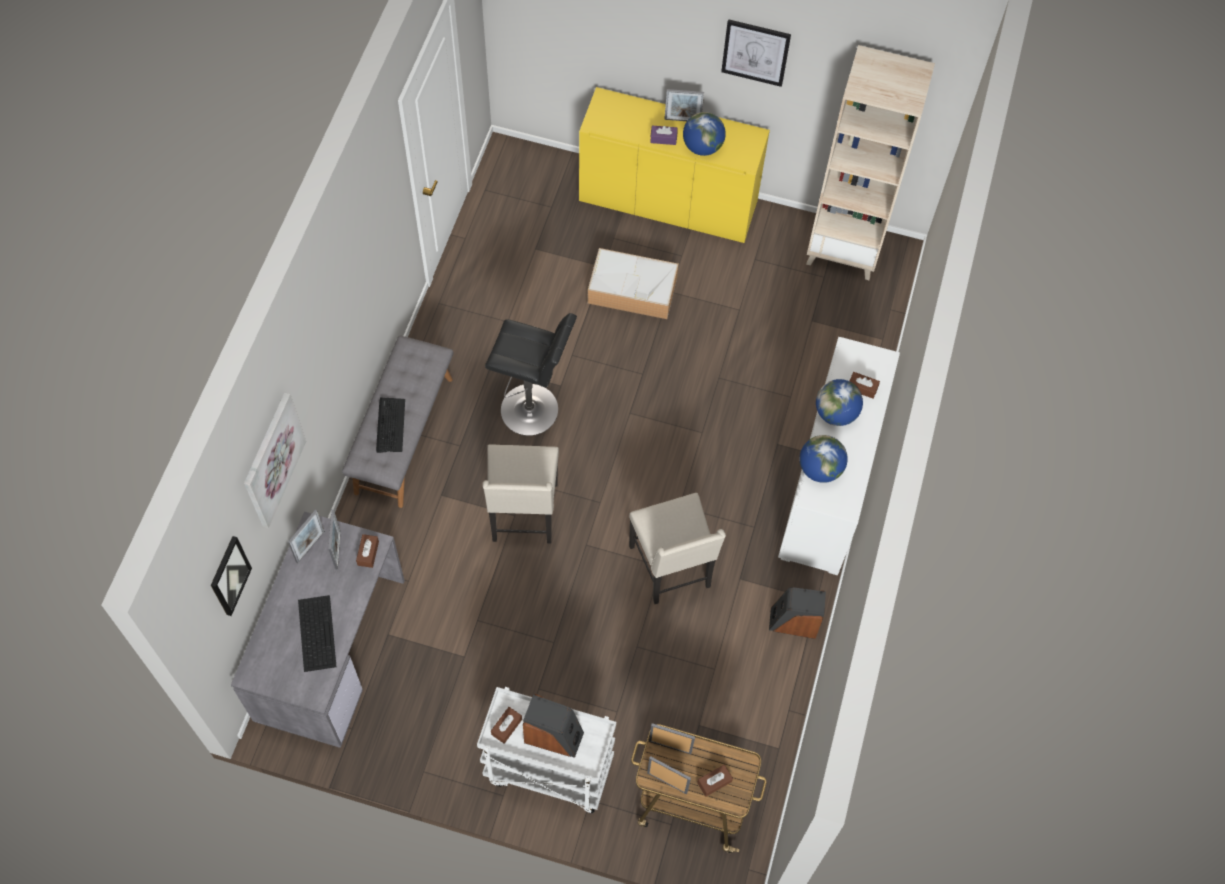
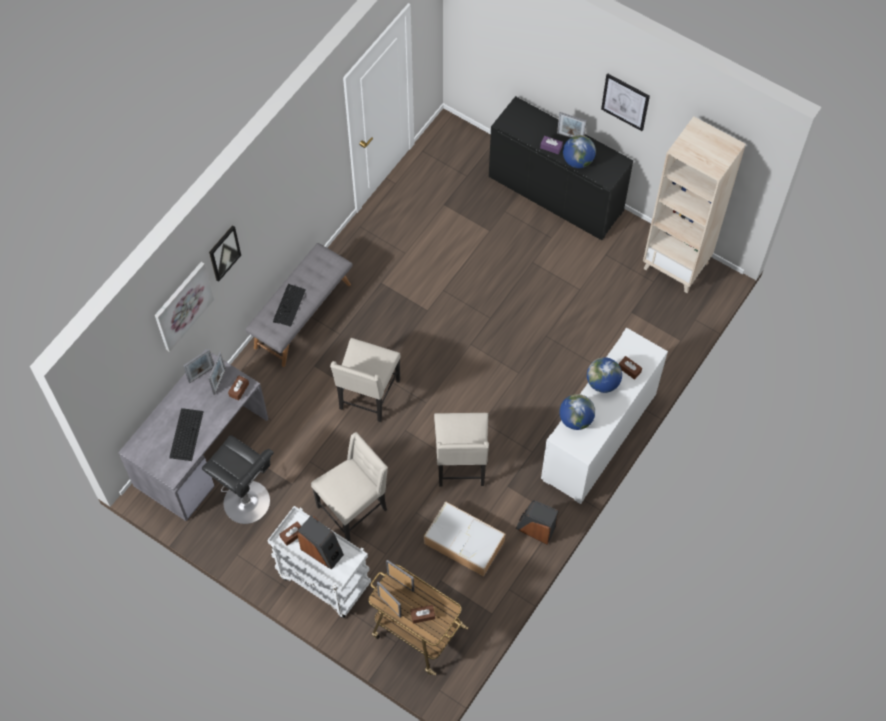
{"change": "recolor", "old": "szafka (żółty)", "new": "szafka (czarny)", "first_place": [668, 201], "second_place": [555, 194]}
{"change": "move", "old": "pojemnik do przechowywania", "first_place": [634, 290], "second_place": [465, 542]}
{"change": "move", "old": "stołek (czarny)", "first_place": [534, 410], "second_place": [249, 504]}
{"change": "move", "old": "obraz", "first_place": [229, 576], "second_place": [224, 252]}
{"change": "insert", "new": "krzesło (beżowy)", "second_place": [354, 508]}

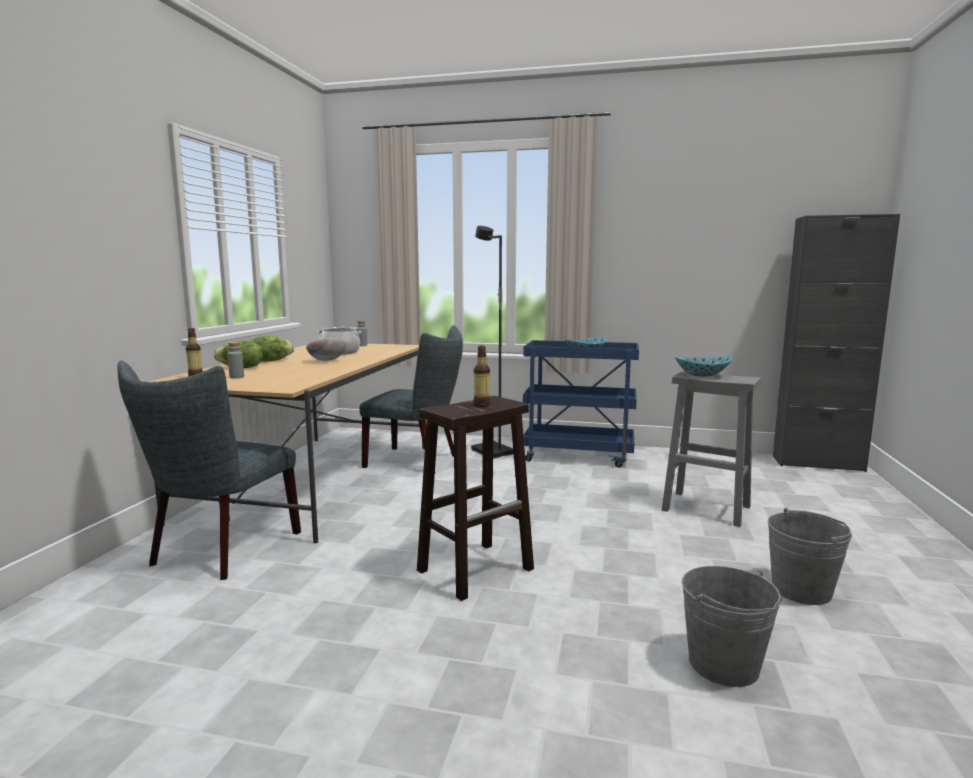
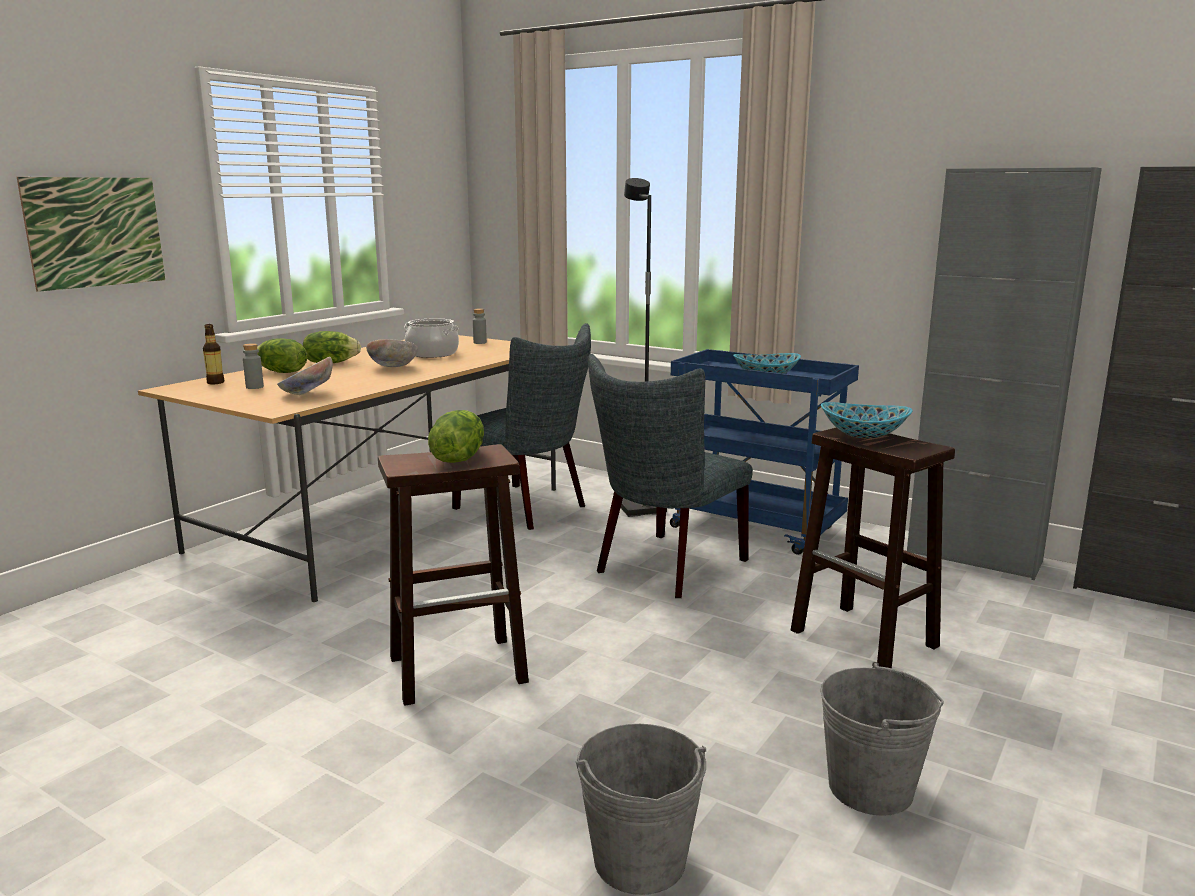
{"change": "replace", "old": "butelka", "new": "sałata", "first_place": [481, 405], "second_place": [458, 458]}
{"change": "move", "old": "krzesło (szary)", "first_place": [220, 551], "second_place": [665, 568]}
{"change": "recolor", "old": "stołek (szary)", "new": "stołek (brązowy)", "first_place": [708, 508], "second_place": [866, 639]}
{"change": "insert", "new": "szafka (szary)", "second_place": [974, 557]}
{"change": "insert", "new": "obraz", "second_place": [95, 232]}
{"change": "insert", "new": "miska", "second_place": [306, 394]}

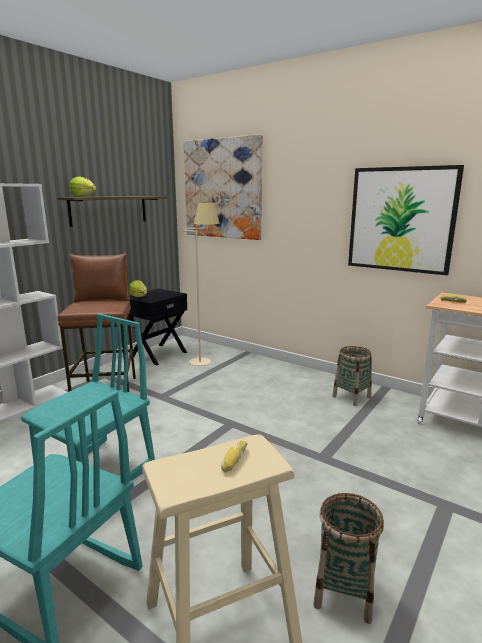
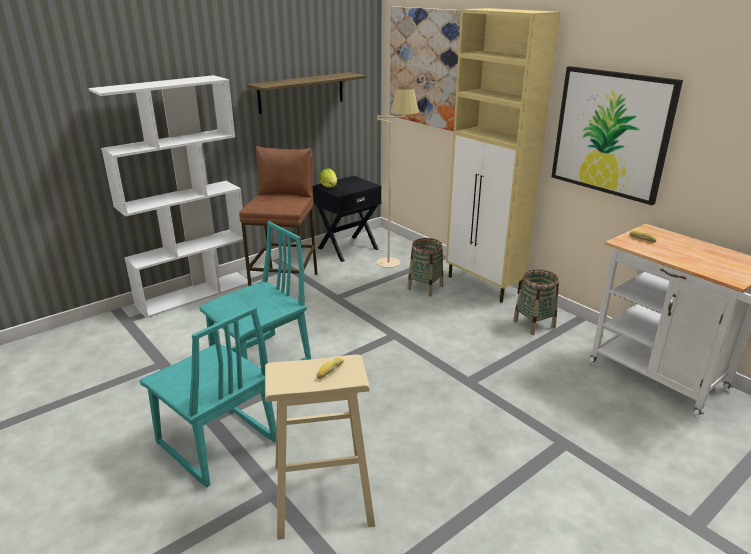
{"change": "delete", "old": "sałata", "first_place": [83, 196]}
{"change": "move", "old": "koszyk", "first_place": [344, 592], "second_place": [425, 287]}
{"change": "insert", "new": "szafka (beżowy)", "second_place": [484, 285]}

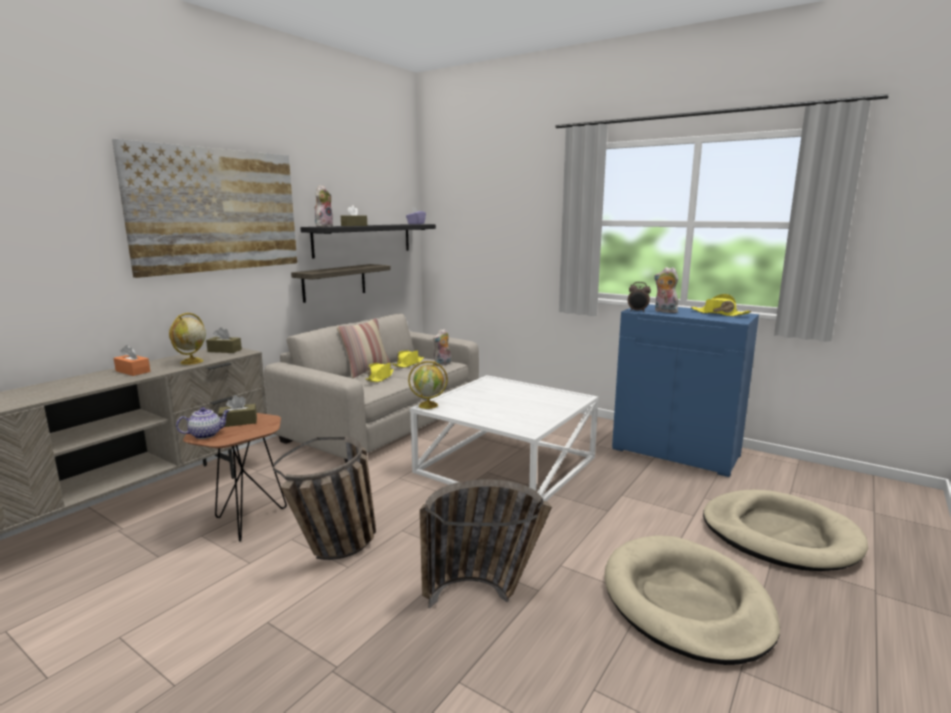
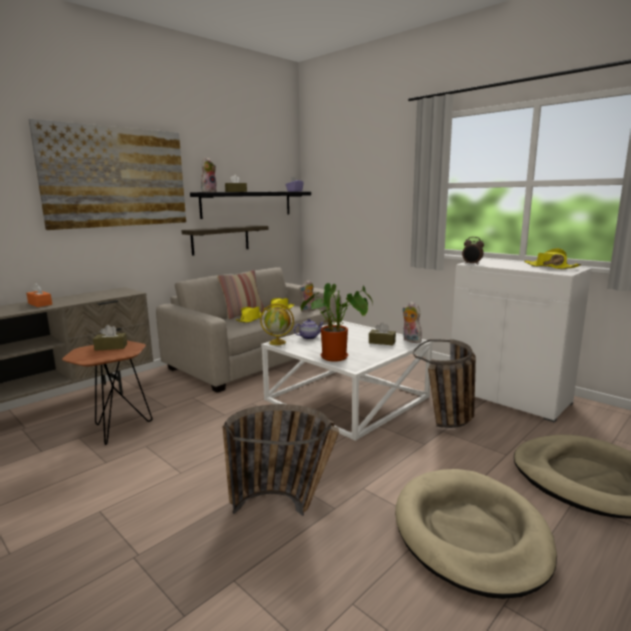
{"change": "move", "old": "pluszak", "first_place": [664, 311], "second_place": [410, 340]}
{"change": "recolor", "old": "szafka (niebieski)", "new": "szafka (biały)", "first_place": [676, 452], "second_place": [509, 396]}
{"change": "delete", "old": "globus", "first_place": [191, 362]}
{"change": "move", "old": "pudełko chusteczek (brązowy)", "first_place": [224, 350], "second_place": [382, 342]}
{"change": "move", "old": "imbryk", "first_place": [206, 435], "second_place": [309, 337]}
{"change": "move", "old": "koszyk", "first_place": [337, 550], "second_place": [448, 422]}
{"change": "insert", "new": "roślina doniczkowa", "second_place": [337, 357]}

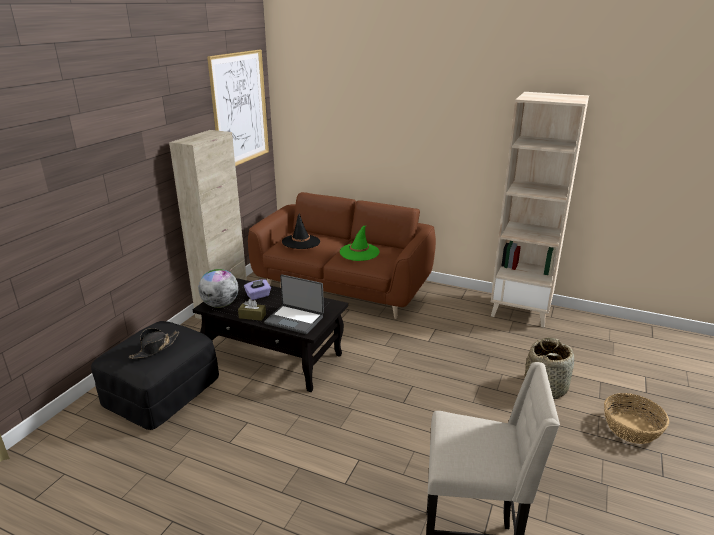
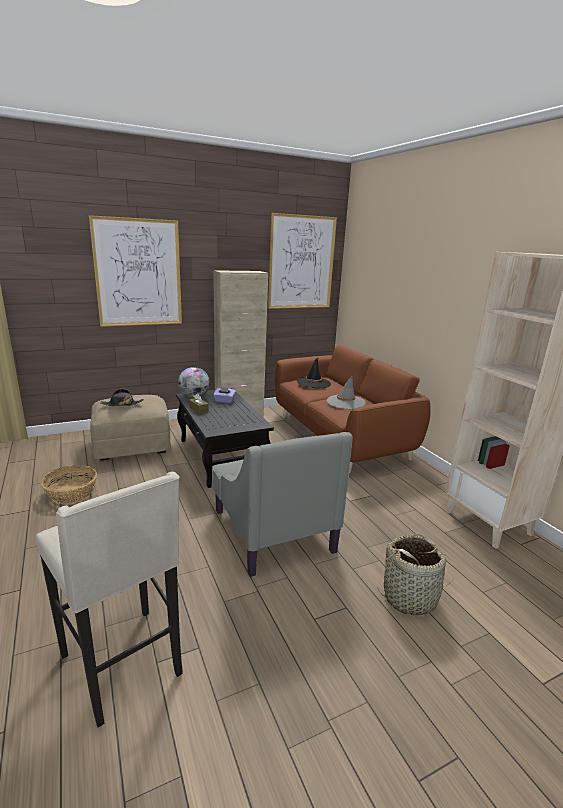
{"change": "recolor", "old": "kapelusz (zielony)", "new": "kapelusz (szary)", "first_place": [359, 252], "second_place": [345, 402]}
{"change": "delete", "old": "laptop", "first_place": [295, 319]}
{"change": "recolor", "old": "pufa (czarny)", "new": "pufa (beżowy)", "first_place": [162, 393], "second_place": [132, 445]}
{"change": "move", "old": "koszyk", "first_place": [631, 428], "second_place": [71, 493]}
{"change": "insert", "new": "obraz", "second_place": [138, 273]}
{"change": "insert", "new": "fotel (szary)", "second_place": [272, 529]}

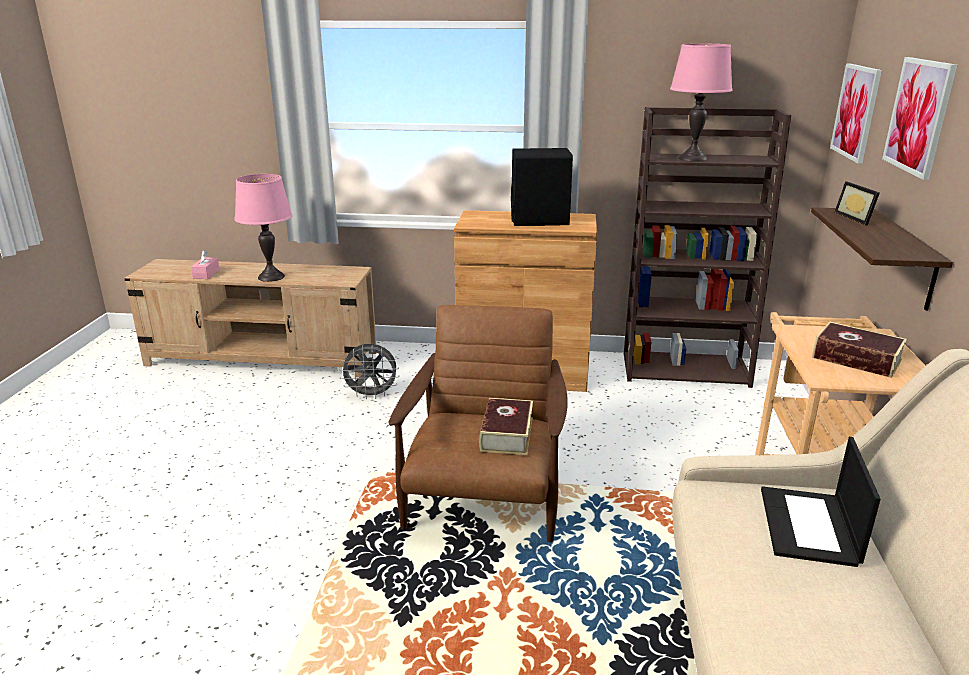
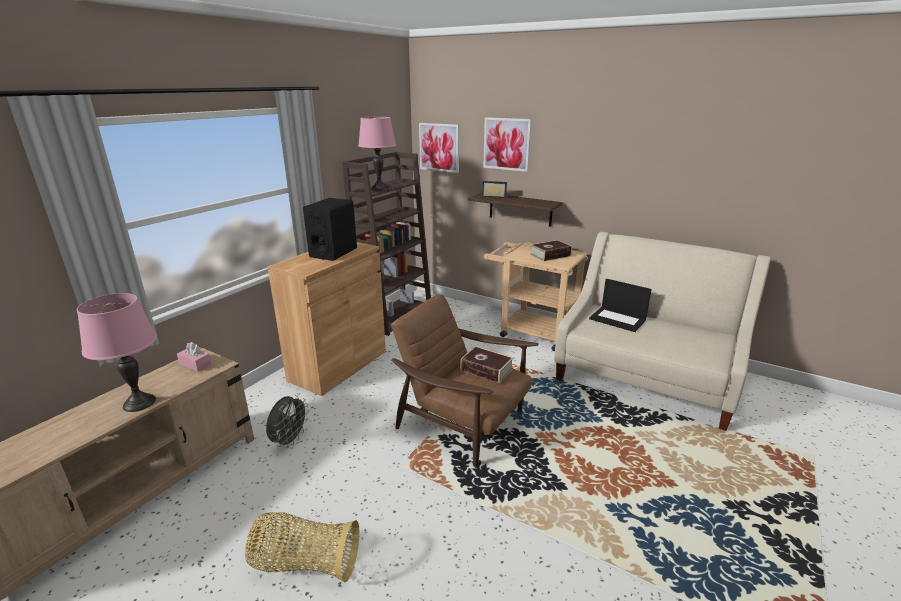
{"change": "move", "old": "pudełko chusteczek (różowy)", "first_place": [206, 274], "second_place": [195, 364]}
{"change": "insert", "new": "koszyk", "second_place": [305, 563]}

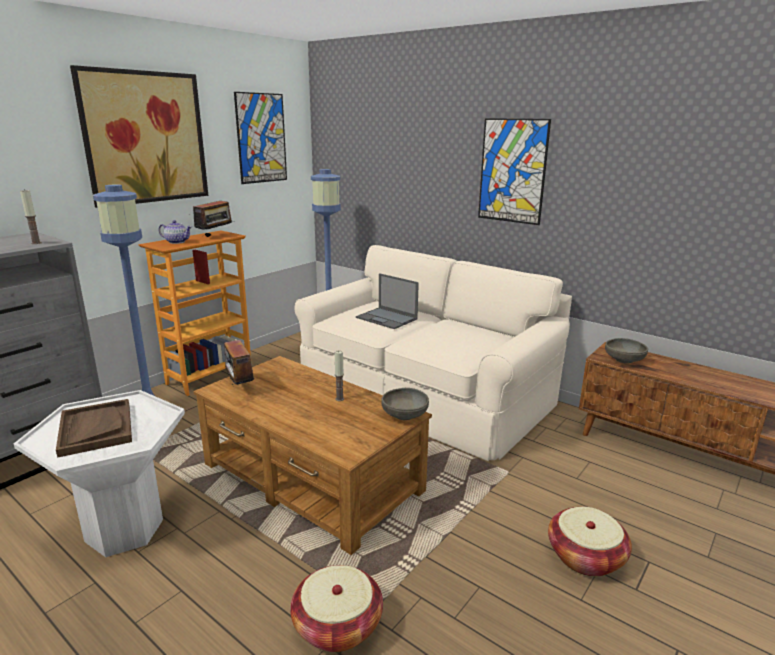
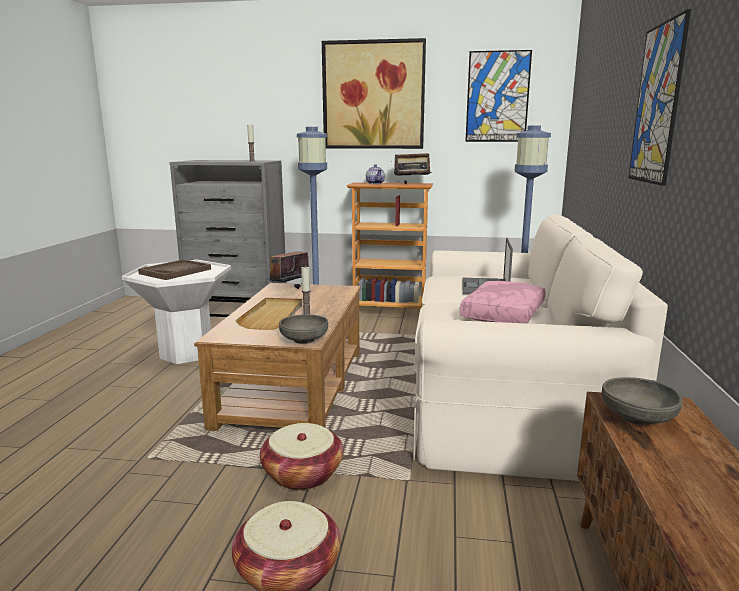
{"change": "move", "old": "koszyk", "first_place": [337, 625], "second_place": [302, 474]}
{"change": "insert", "new": "poduszka (różowy)", "second_place": [504, 314]}
{"change": "insert", "new": "taca (beżowy)", "second_place": [273, 316]}

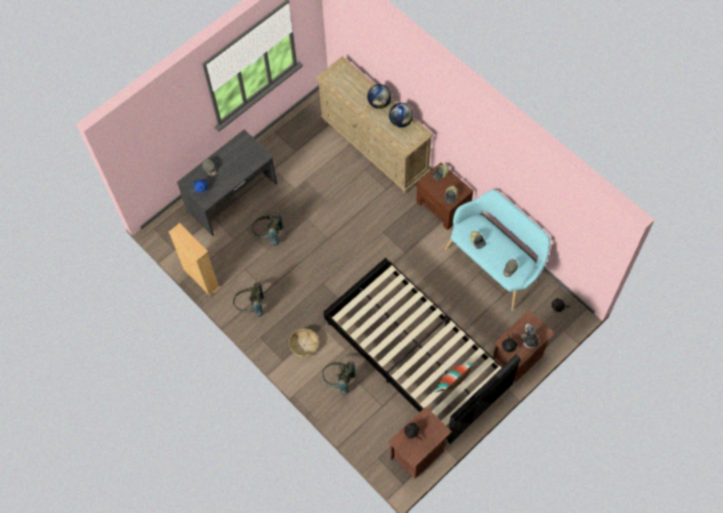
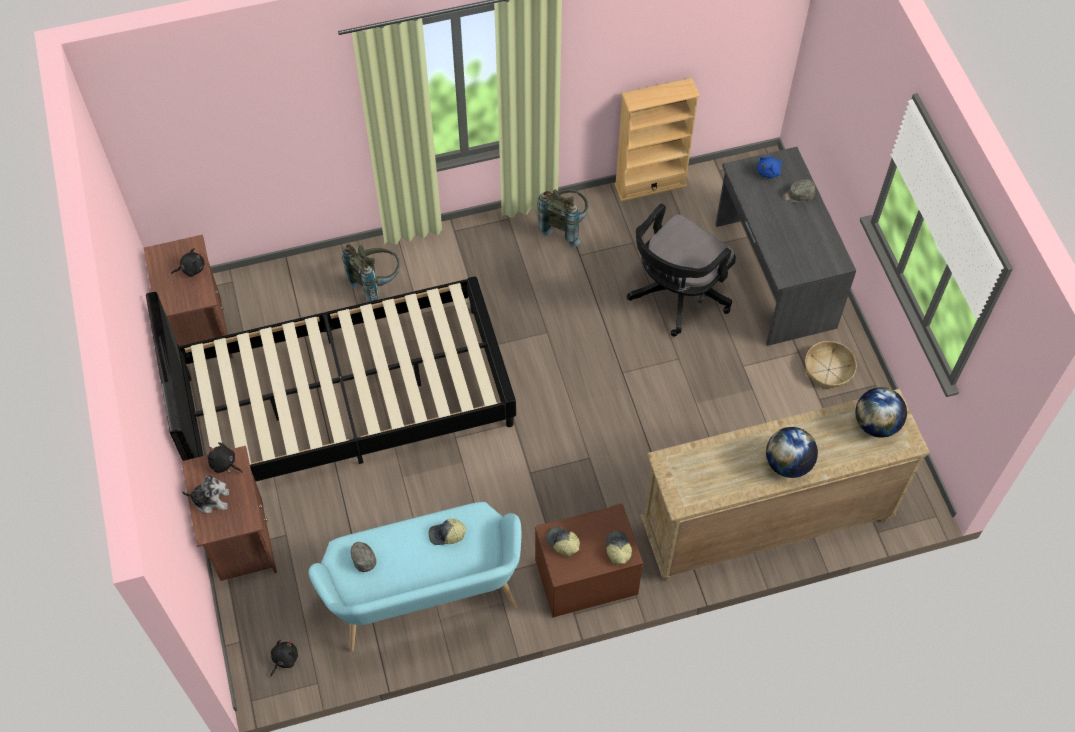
{"change": "move", "old": "globus", "first_place": [401, 121], "second_place": [876, 424]}
{"change": "replace", "old": "plecak (szary)", "new": "krzesło biurowe (czarny)", "first_place": [269, 235], "second_place": [676, 296]}
{"change": "move", "old": "koszyk", "first_place": [304, 345], "second_place": [828, 370]}
{"change": "delete", "old": "poduszka", "first_place": [452, 383]}

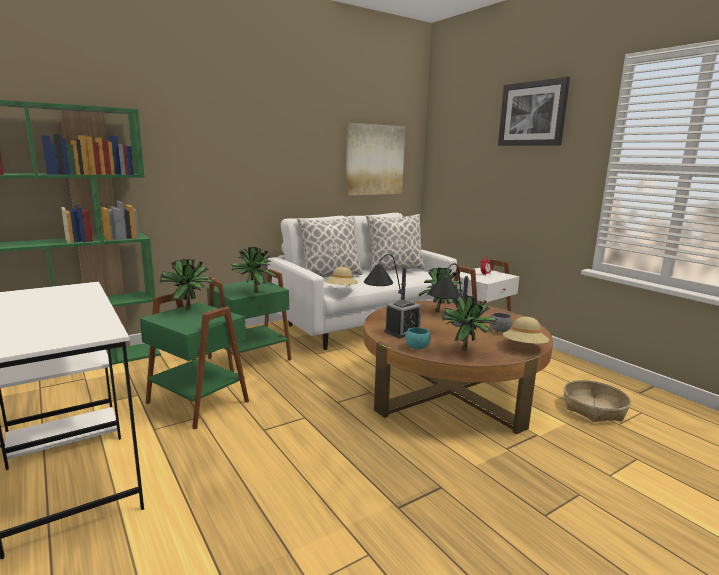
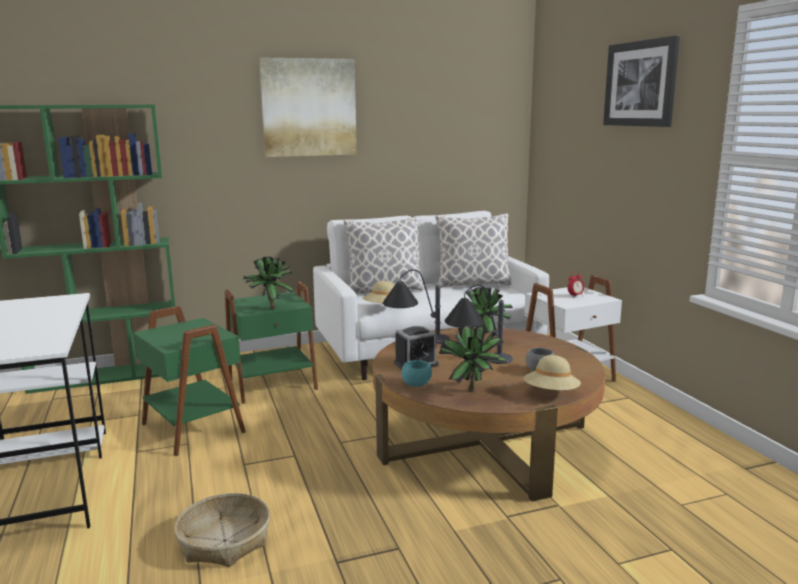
{"change": "move", "old": "obraz", "first_place": [374, 160], "second_place": [309, 108]}
{"change": "delete", "old": "roślina doniczkowa", "first_place": [190, 309]}
{"change": "move", "old": "koszyk", "first_place": [594, 408], "second_place": [225, 540]}

